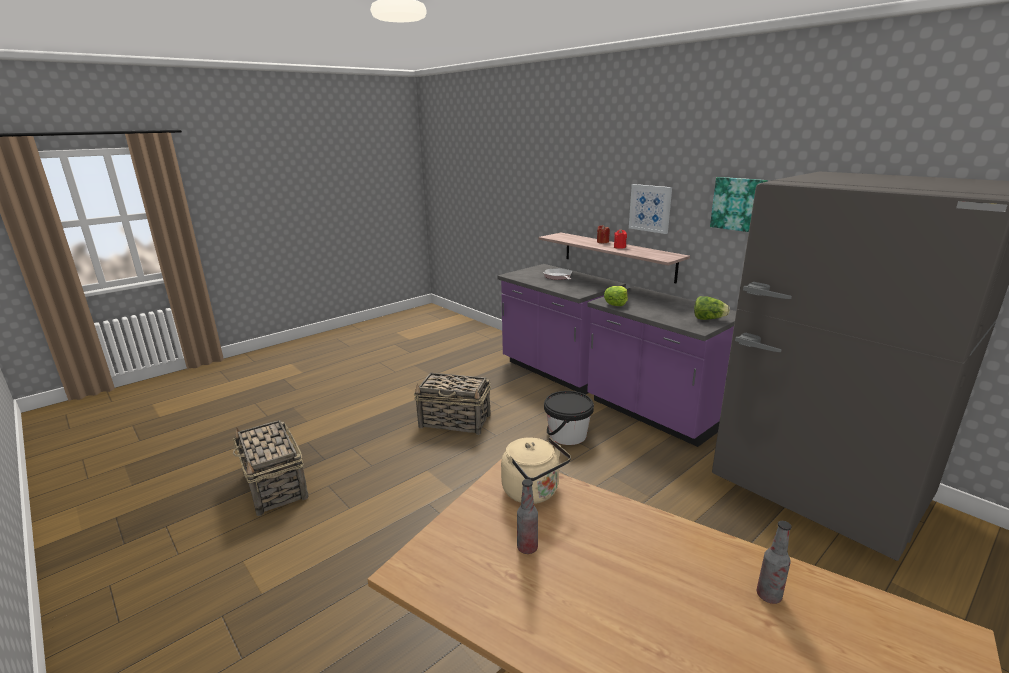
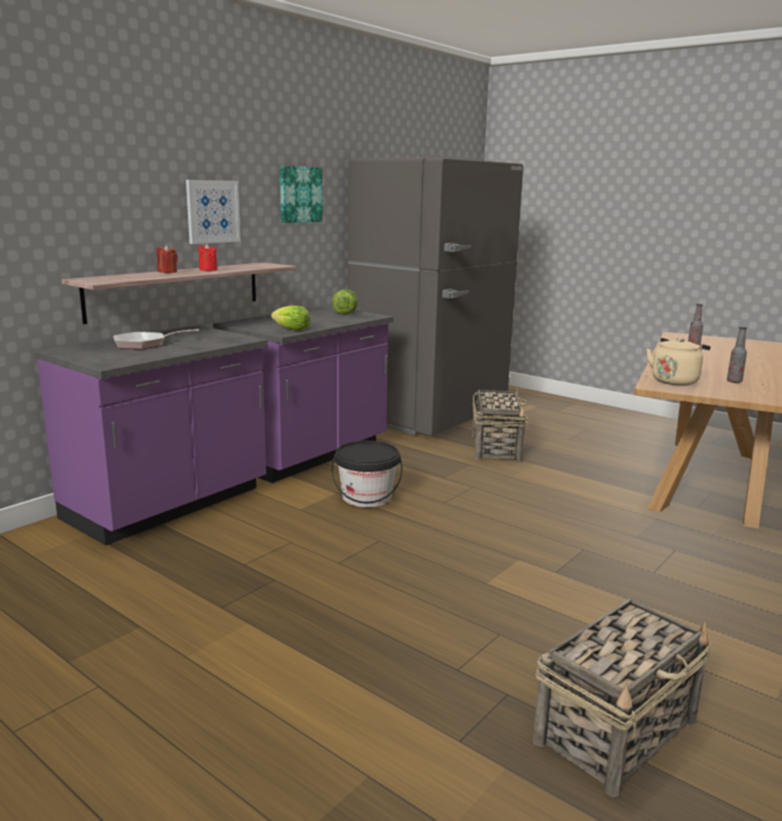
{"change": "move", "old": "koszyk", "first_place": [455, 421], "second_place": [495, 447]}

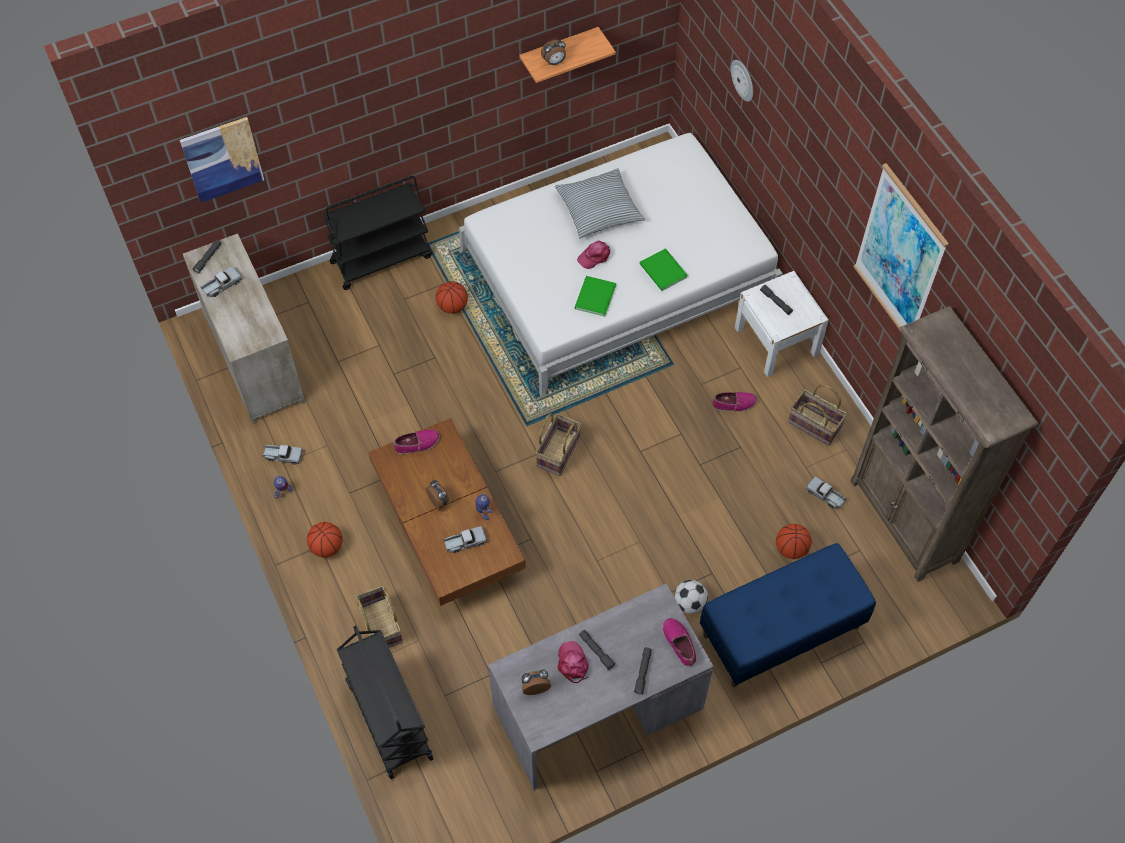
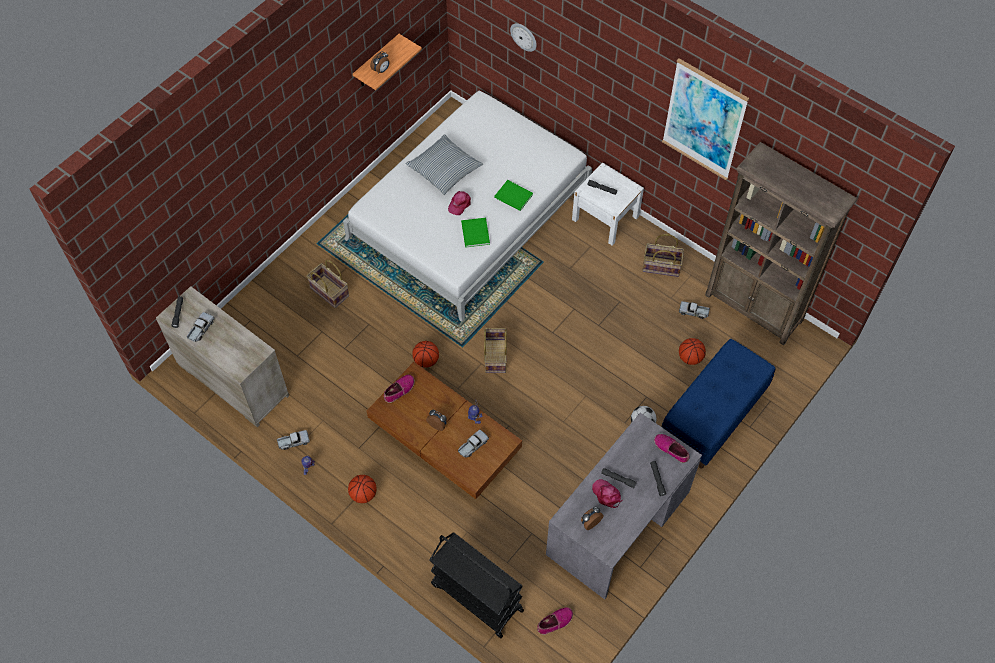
{"change": "delete", "old": "obraz", "first_place": [222, 159]}
{"change": "delete", "old": "wózek (czarny)", "first_place": [382, 259]}
{"change": "move", "old": "piłka do koszykówki", "first_place": [452, 307], "second_place": [426, 360]}
{"change": "move", "old": "but", "first_place": [733, 404], "second_place": [554, 622]}
{"change": "move", "old": "koszyk", "first_place": [380, 625], "second_place": [328, 292]}

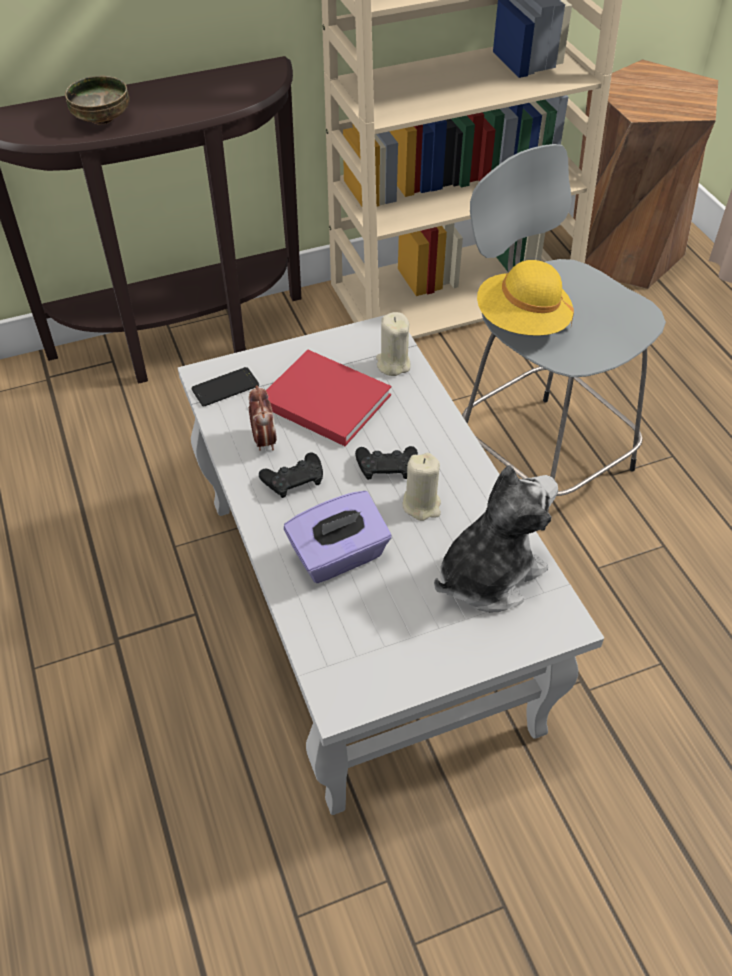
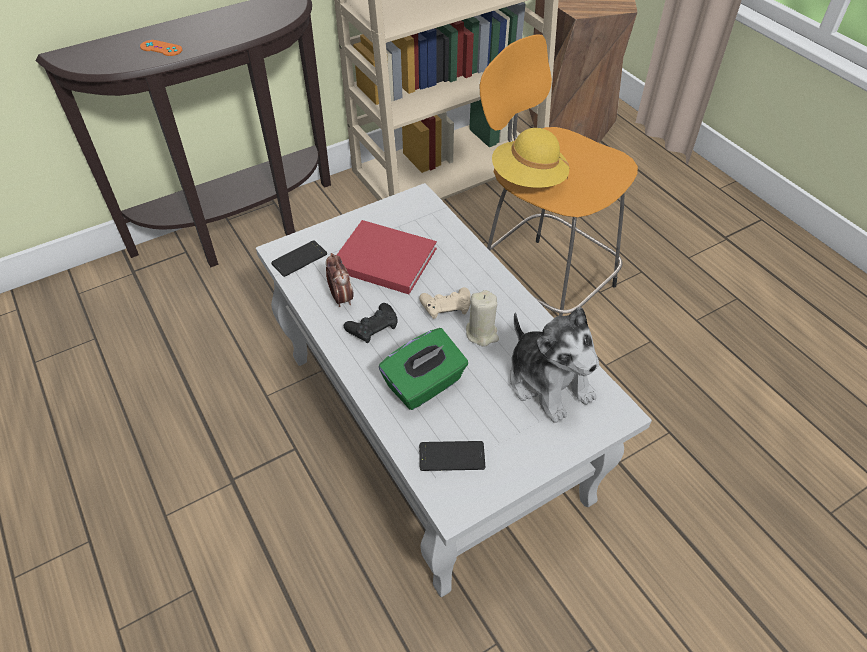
{"change": "replace", "old": "miska", "new": "pad do gier (pomarańczowy)", "first_place": [103, 119], "second_place": [161, 48]}
{"change": "recolor", "old": "stołek (szary)", "new": "stołek (pomarańczowy)", "first_place": [539, 456], "second_place": [542, 285]}
{"change": "delete", "old": "świeca (beżowy)", "first_place": [393, 364]}
{"change": "recolor", "old": "pad do gier (czarny)", "new": "pad do gier (beżowy)", "first_place": [386, 466], "second_place": [446, 306]}
{"change": "rotate", "old": "pluszak", "first_place": [488, 574], "second_place": [548, 382], "degrees": 105}
{"change": "recolor", "old": "pudełko chusteczek (fioletowy)", "new": "pudełko chusteczek (zielony)", "first_place": [339, 556], "second_place": [424, 385]}
{"change": "insert", "new": "telefon", "second_place": [451, 456]}

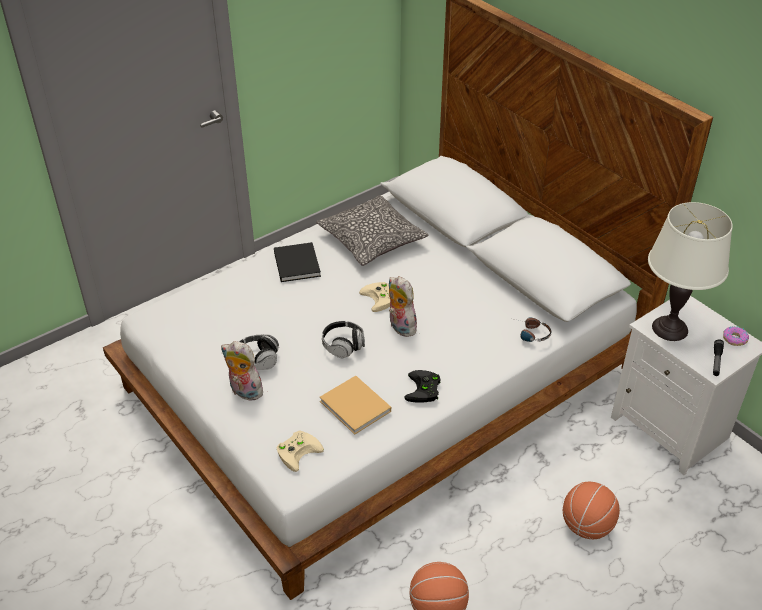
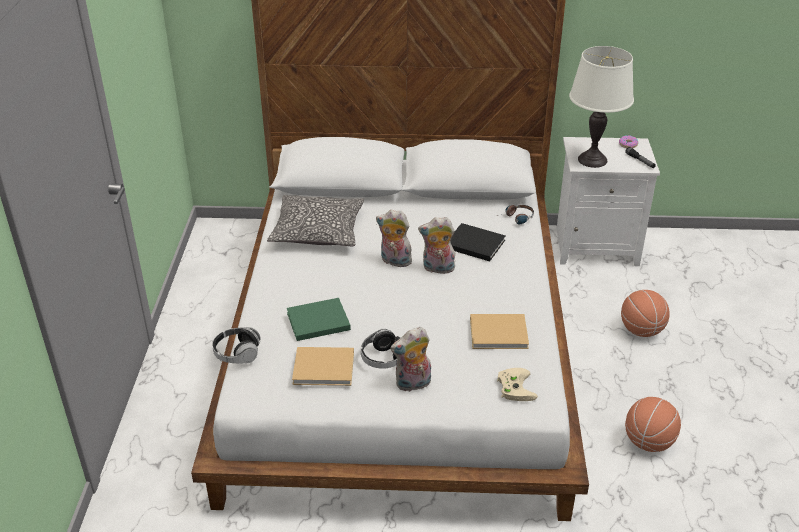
{"change": "move", "old": "książka (czarny)", "first_place": [296, 263], "second_place": [473, 243]}
{"change": "replace", "old": "pad do gier (beżowy)", "new": "pluszak", "first_place": [380, 299], "second_place": [394, 261]}
{"change": "move", "old": "słuchawki", "first_place": [343, 345], "second_place": [237, 354]}
{"change": "delete", "old": "pad do gier (czarny)", "first_place": [424, 390]}
{"change": "insert", "new": "książka (zielony)", "second_place": [316, 321]}
{"change": "insert", "new": "książka (beżowy)", "second_place": [326, 368]}

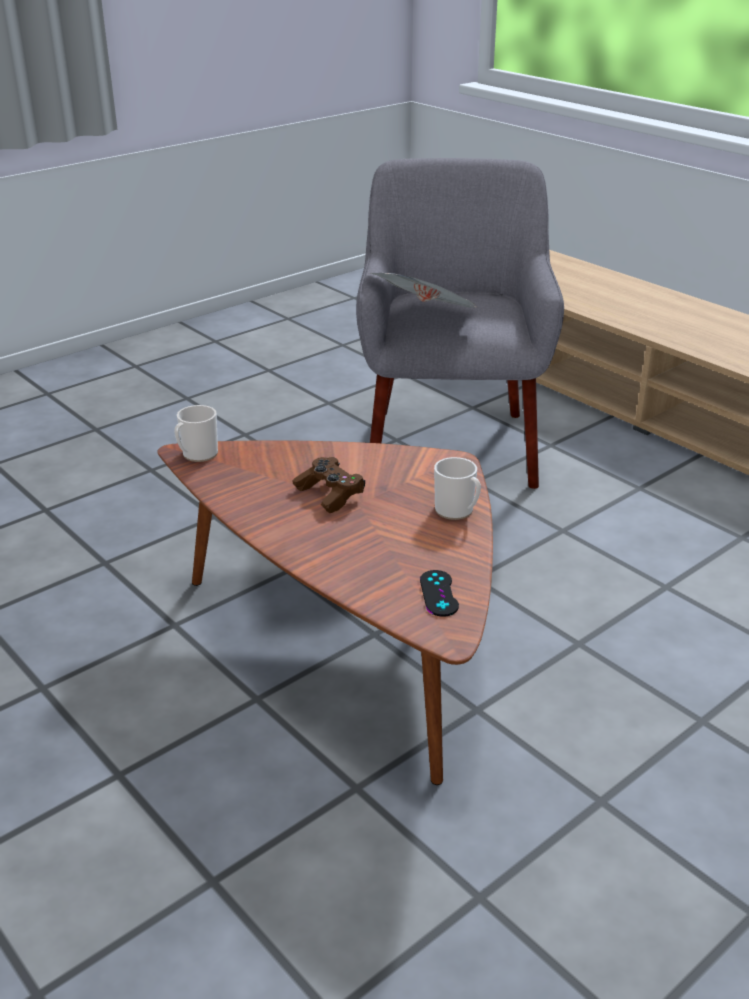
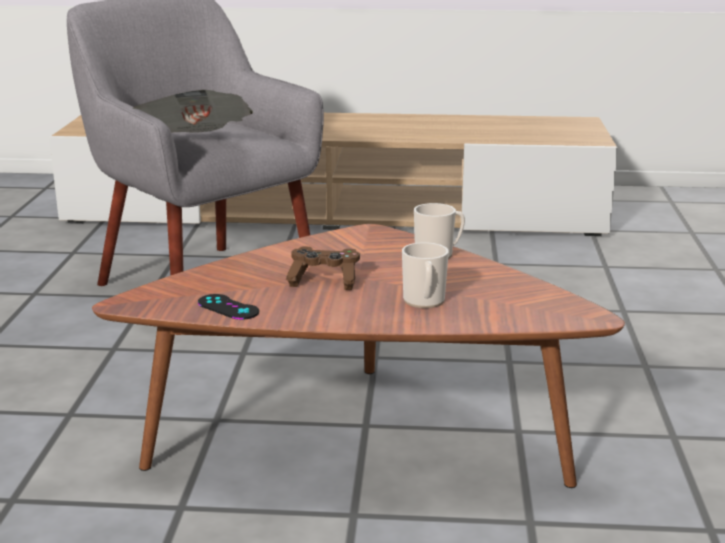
{"change": "move", "old": "kubek", "first_place": [197, 455], "second_place": [424, 302]}
{"change": "move", "old": "pad do gier (czarny)", "first_place": [439, 593], "second_place": [228, 307]}

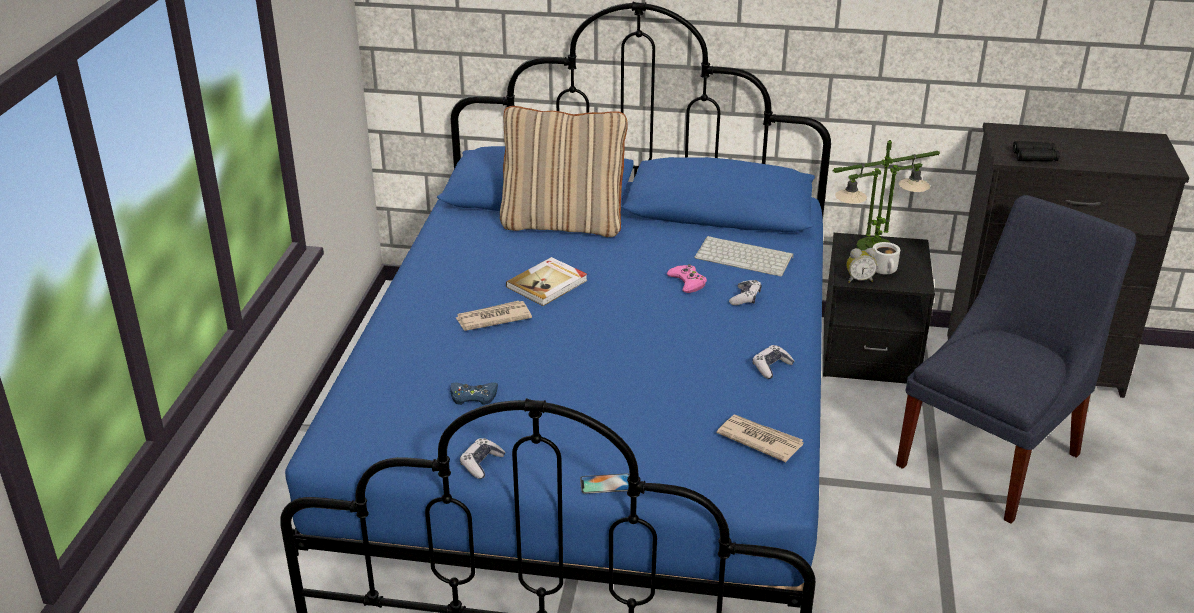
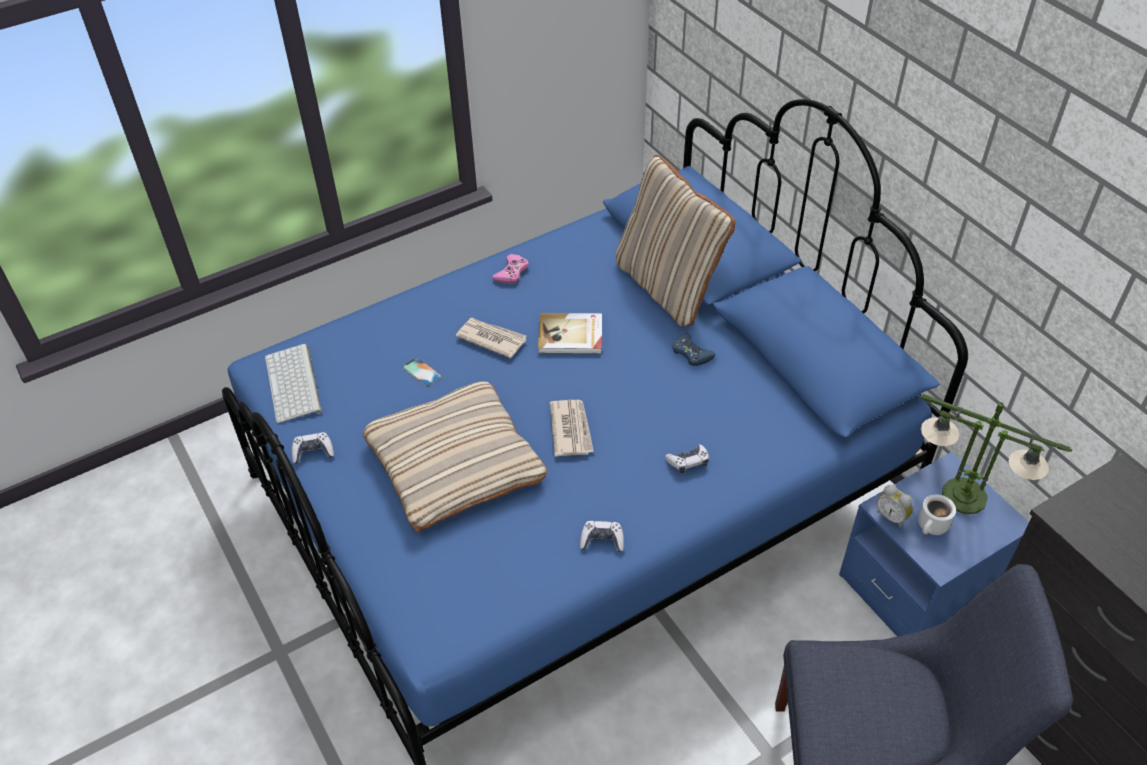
{"change": "delete", "old": "lornetka (czarny)", "first_place": [1035, 157]}
{"change": "recolor", "old": "szafka nocna (czarny)", "new": "szafka nocna (niebieski)", "first_place": [869, 352], "second_place": [918, 586]}
{"change": "move", "old": "klawiatura", "first_place": [745, 257], "second_place": [295, 384]}
{"change": "move", "old": "pad do gier (różowy)", "first_place": [687, 282], "second_place": [511, 273]}
{"change": "move", "old": "pad do gier (niebieski)", "first_place": [473, 396], "second_place": [691, 353]}
{"change": "move", "old": "gazeta", "first_place": [759, 440], "second_place": [571, 429]}
{"change": "move", "old": "telefon", "first_place": [606, 484], "second_place": [422, 372]}
{"change": "insert", "new": "poduszka (beżowy)", "second_place": [455, 462]}

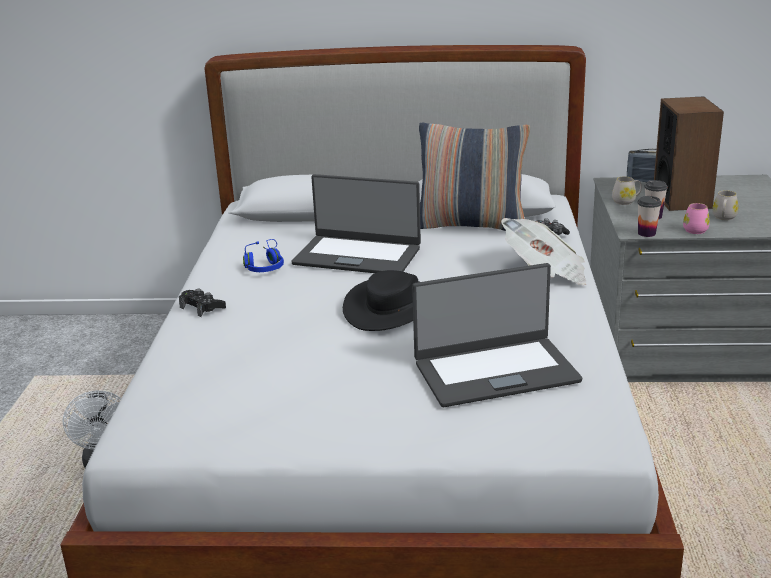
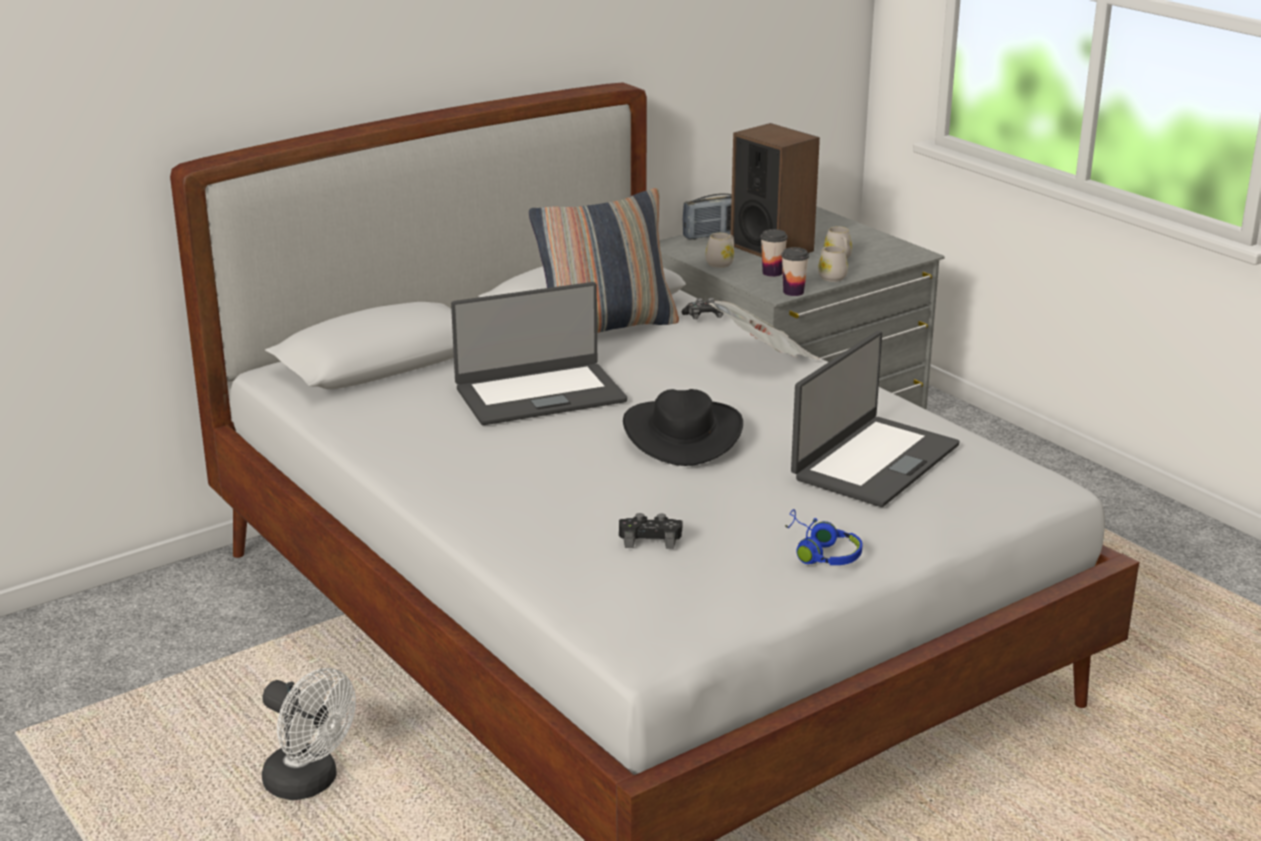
{"change": "recolor", "old": "kubek (różowy)", "new": "kubek (biały)", "first_place": [695, 229], "second_place": [830, 276]}
{"change": "move", "old": "słuchawki (niebieski)", "first_place": [265, 265], "second_place": [820, 552]}
{"change": "move", "old": "pad do gier (czarny)", "first_place": [202, 307], "second_place": [650, 538]}

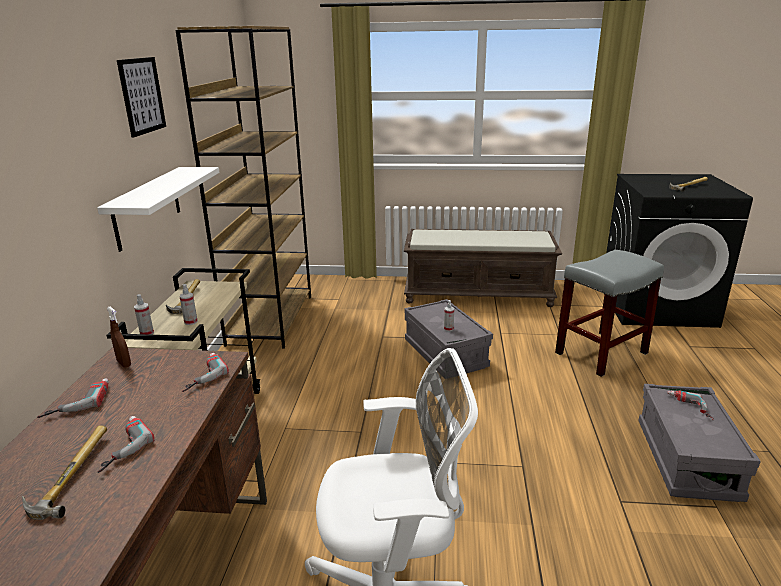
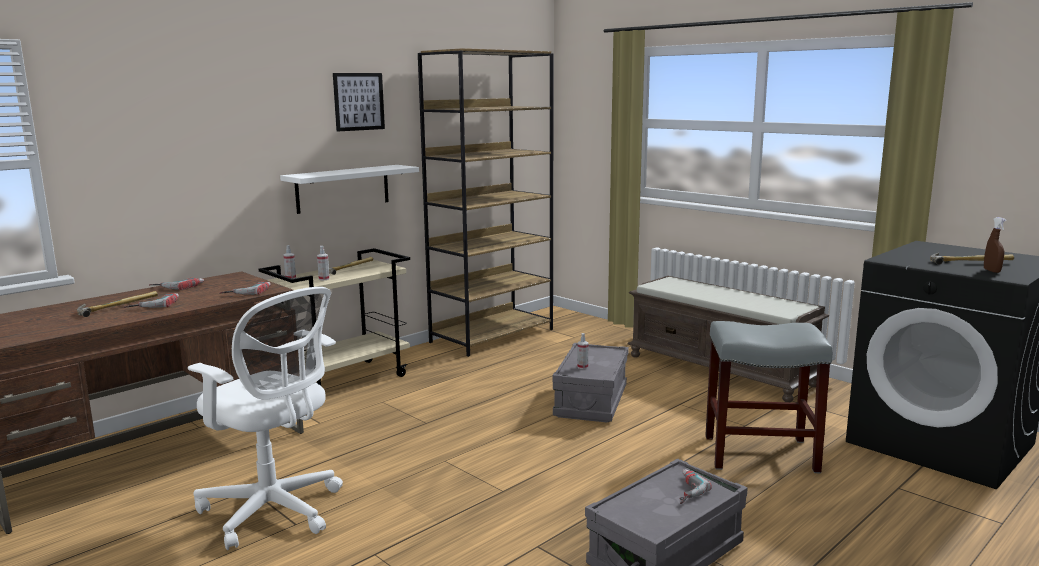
{"change": "move", "old": "spryskiwacz (brązowy)", "first_place": [124, 363], "second_place": [992, 271]}

